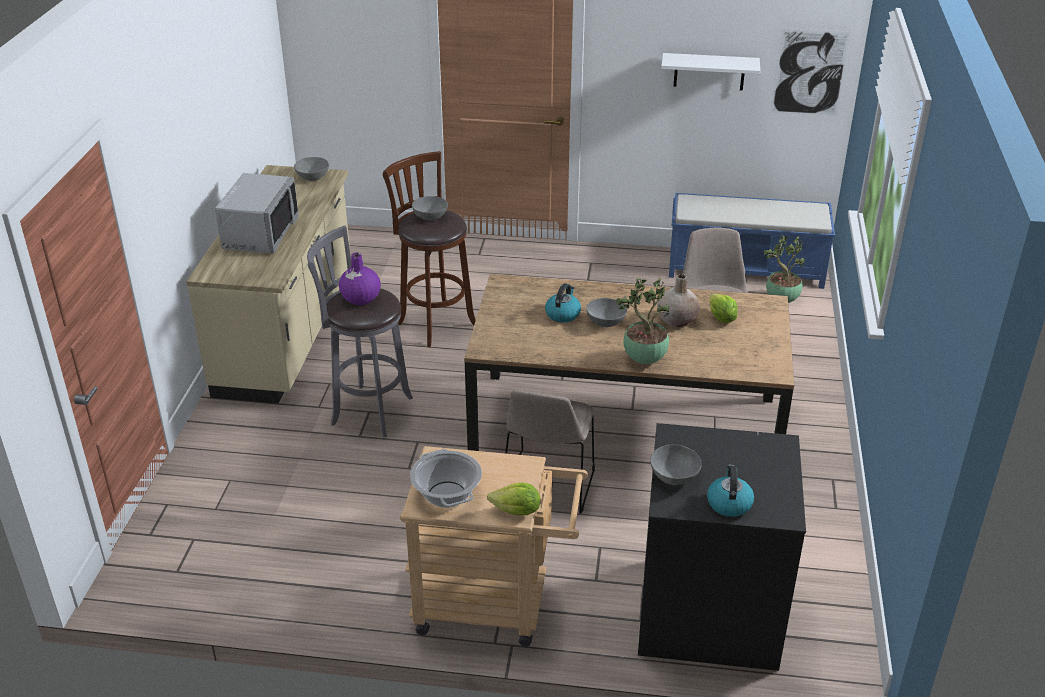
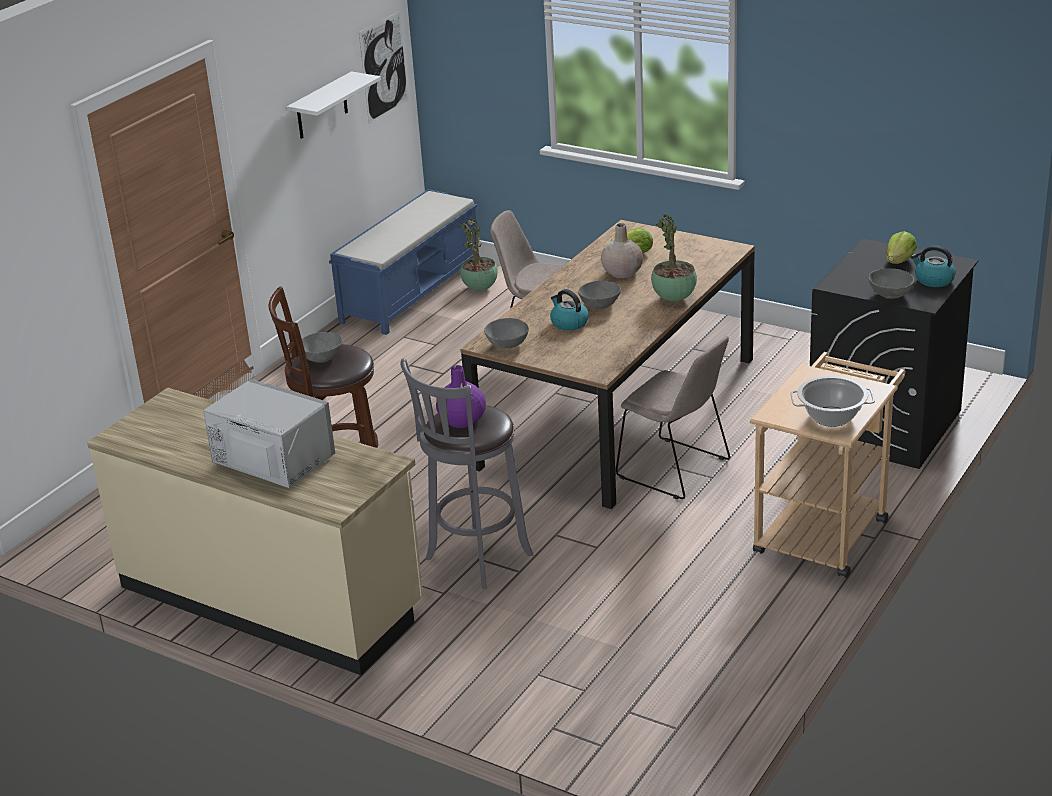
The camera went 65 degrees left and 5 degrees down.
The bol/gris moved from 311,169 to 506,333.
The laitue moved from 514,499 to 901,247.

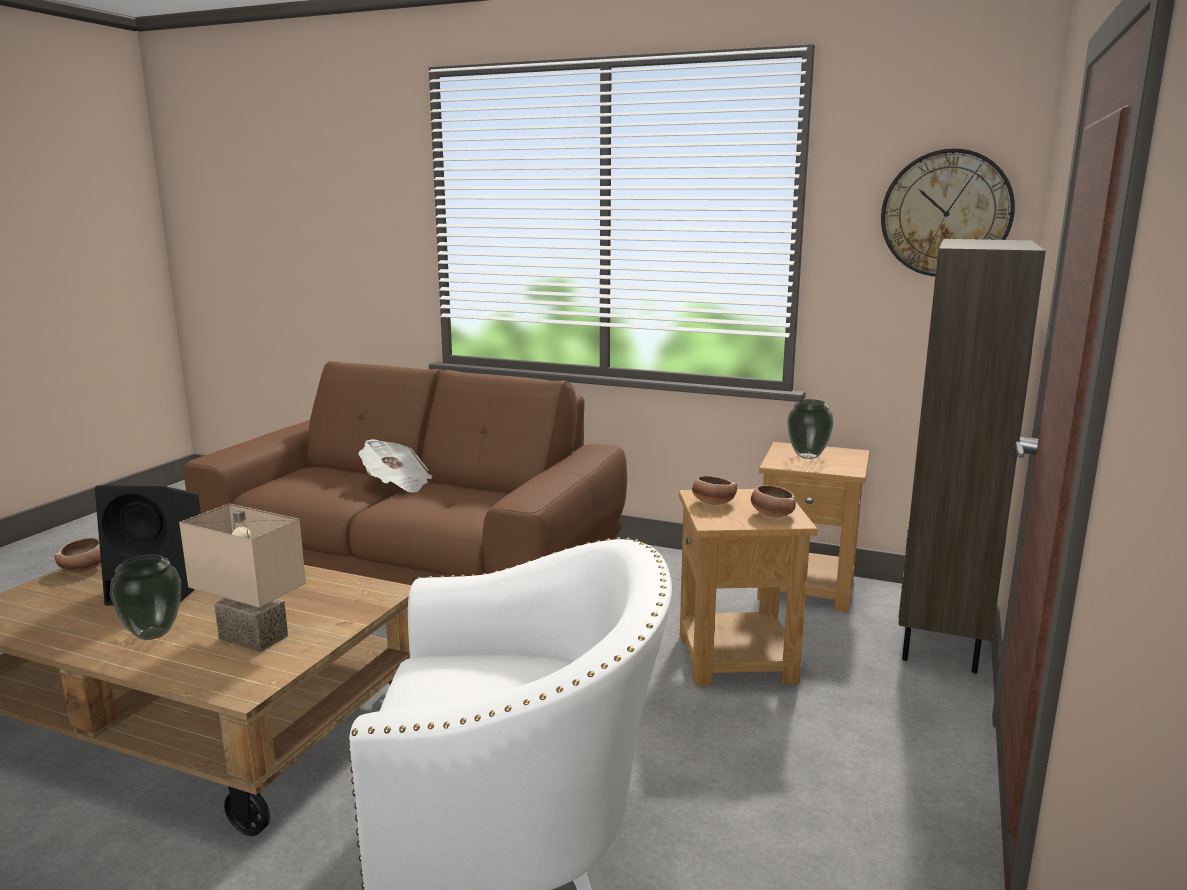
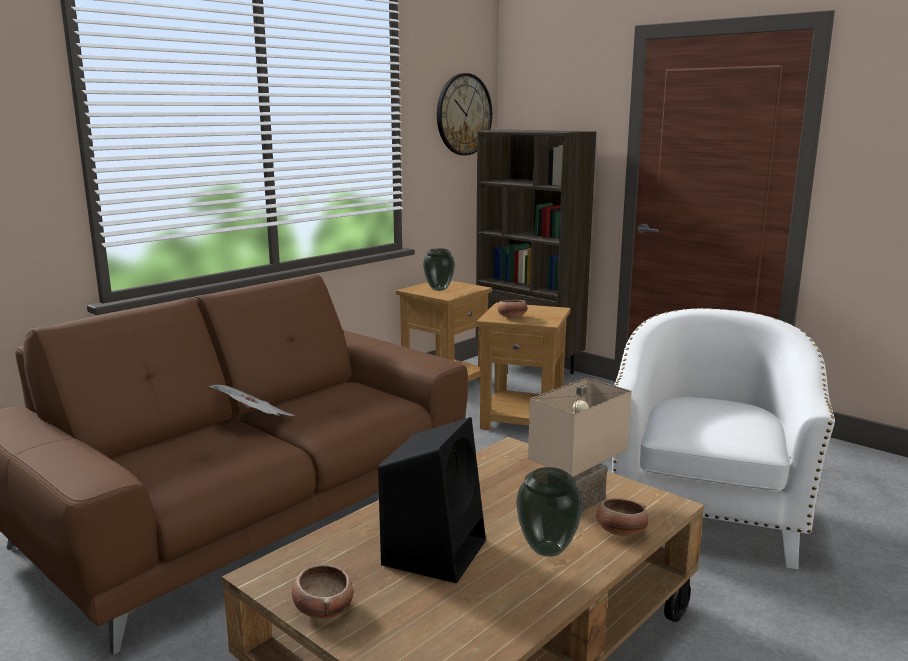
The camera went 70 degrees left and 0 degrees up.
The bol moved from 773,501 to 622,517.

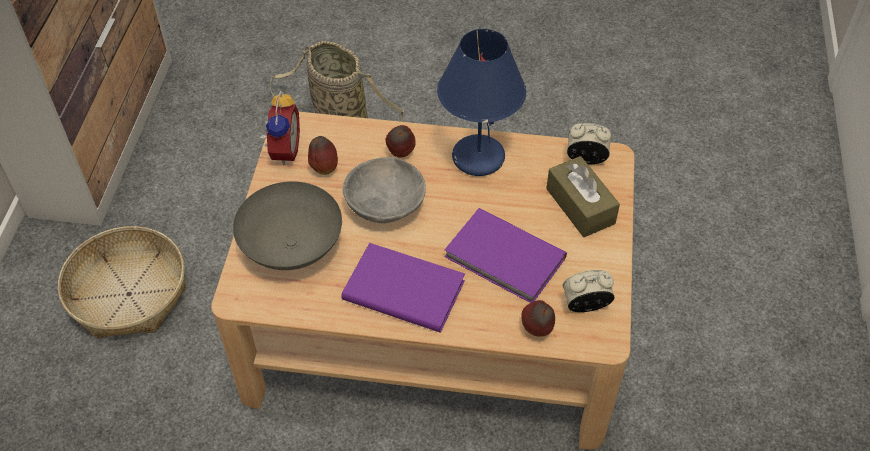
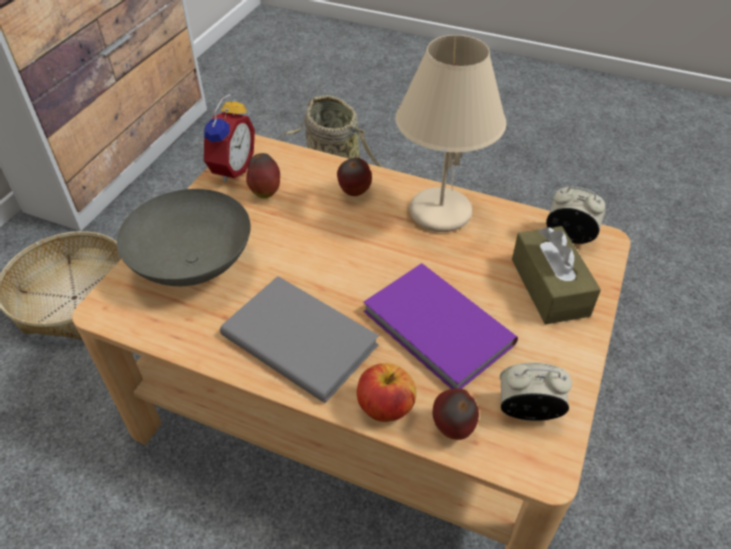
The camera went 15 degrees right and 5 degrees down.
The livre/violet at 403,288 became the livre/gris at 299,339.
The pomme at 386,392 appeared.
The lampe de table/bleu at 481,102 became the lampe de table/beige at 451,133.
The bol/gris at 384,190 disappeared.

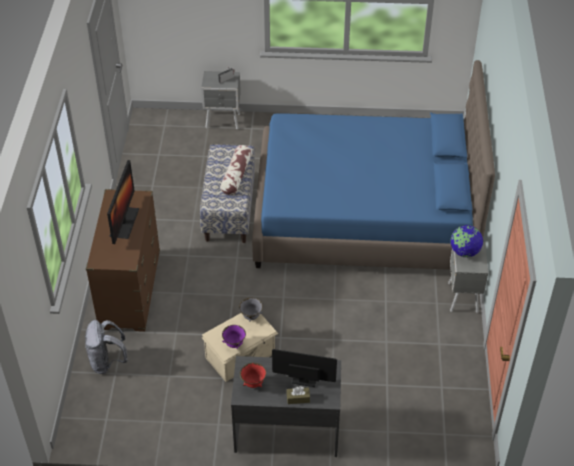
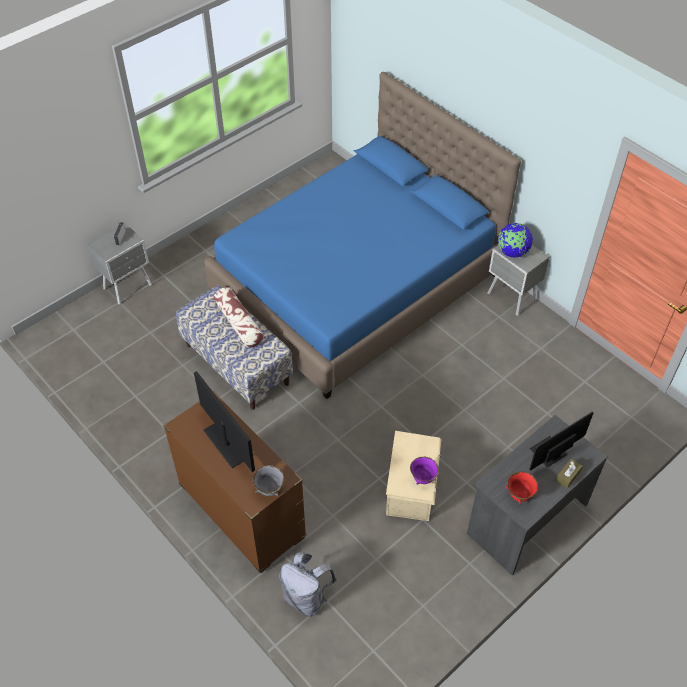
The camera went 45 degrees left and 5 degrees up.
The bol/gris moved from 251,310 to 268,480.

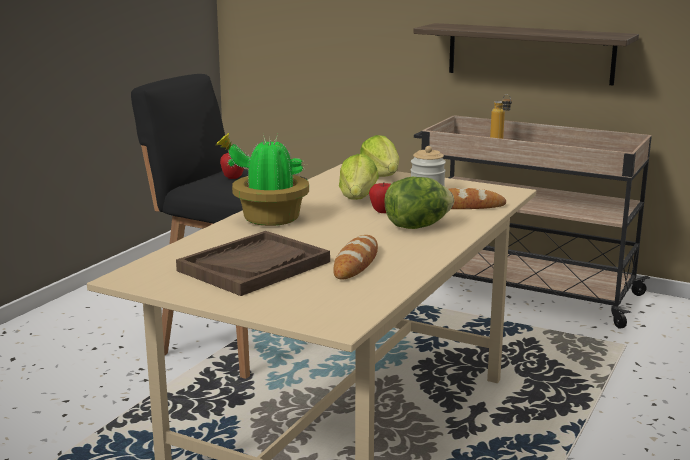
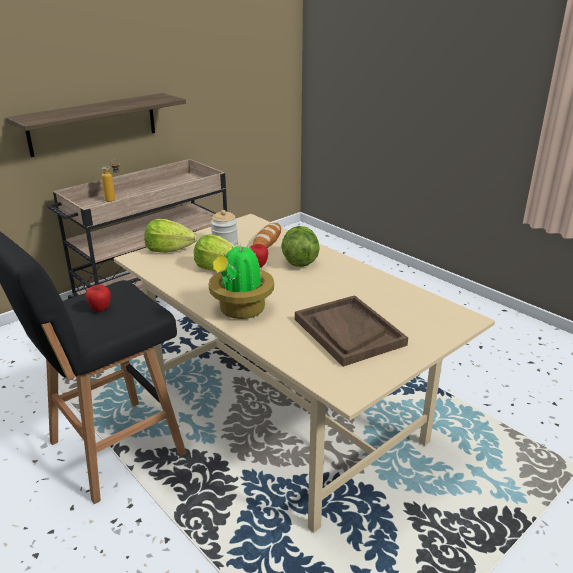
The camera went 70 degrees left and 10 degrees up.
The pain at 355,257 disappeared.

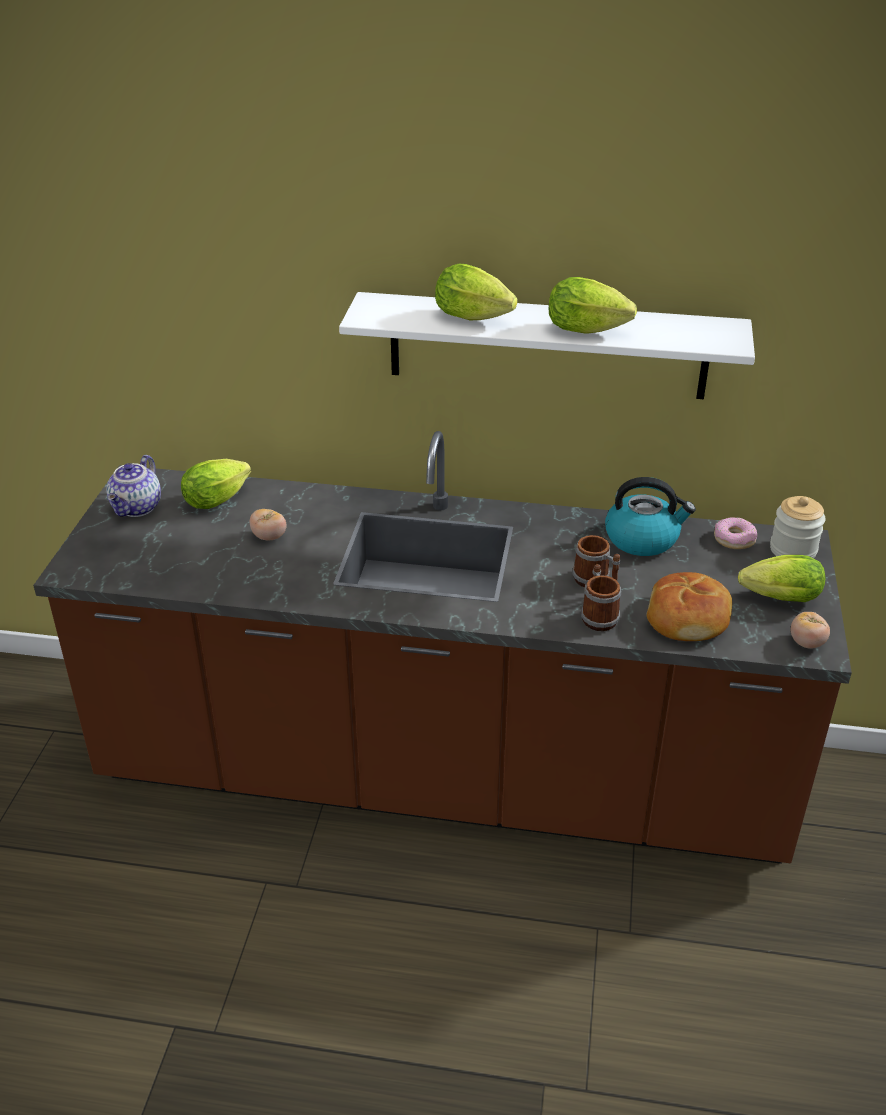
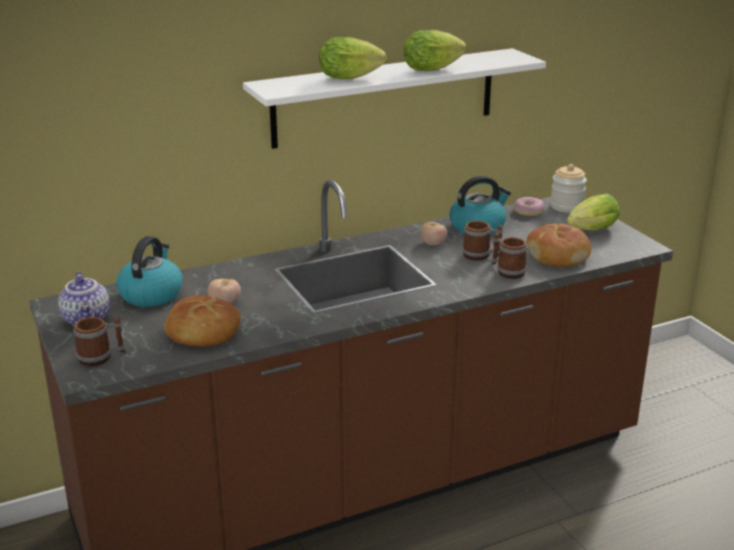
The camera went 35 degrees left and 10 degrees down.
The mug at 99,341 appeared.
The laitue at 216,484 was replaced by the bouilloire at 149,271.
The pain at 202,321 appeared.
The tomate moved from 810,630 to 433,233.

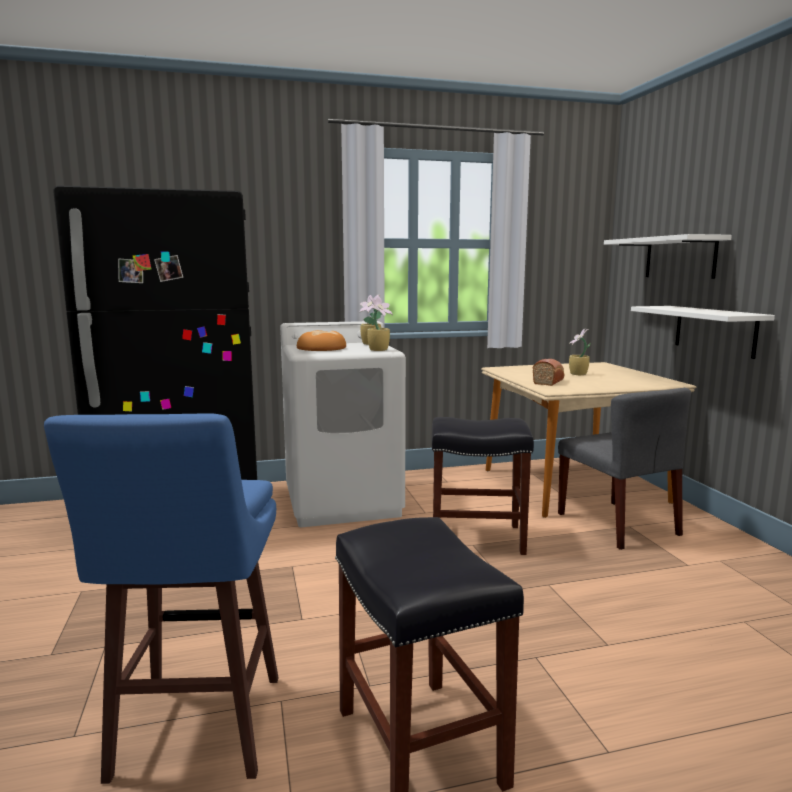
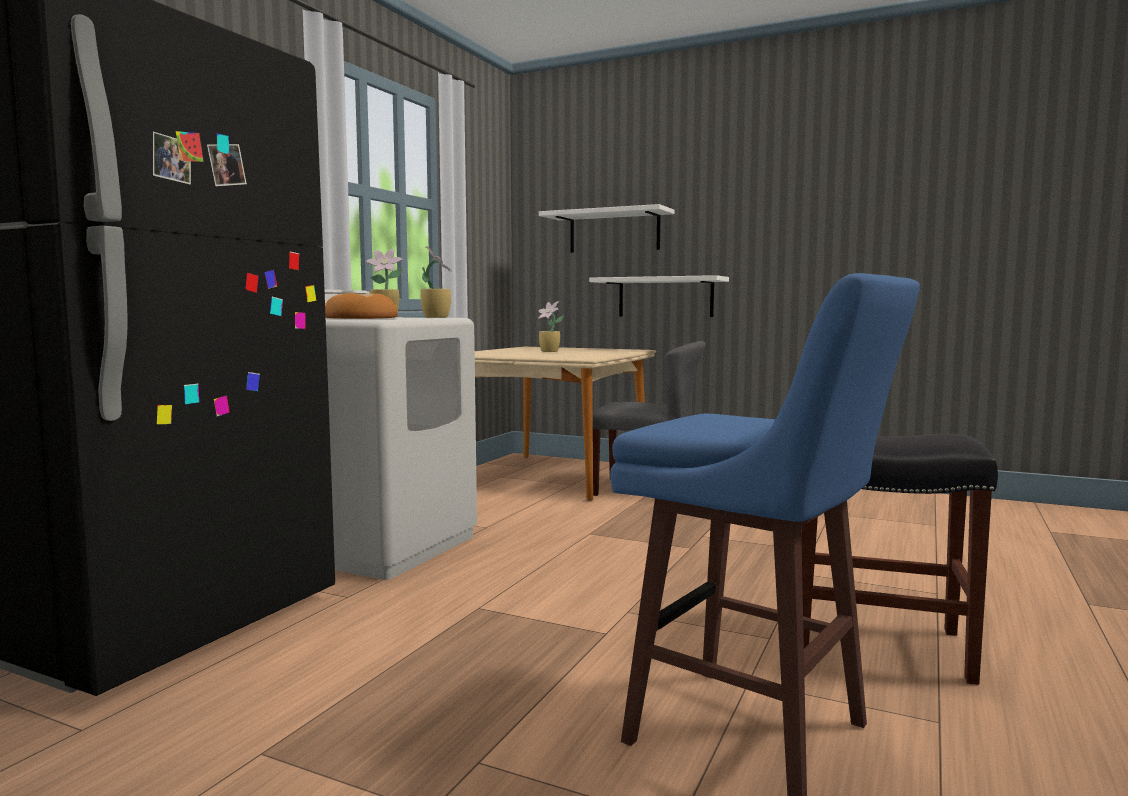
The camera went 50 degrees left and 5 degrees down.
The tabouret/noir at 483,486 disappeared.
The pain at 548,372 disappeared.

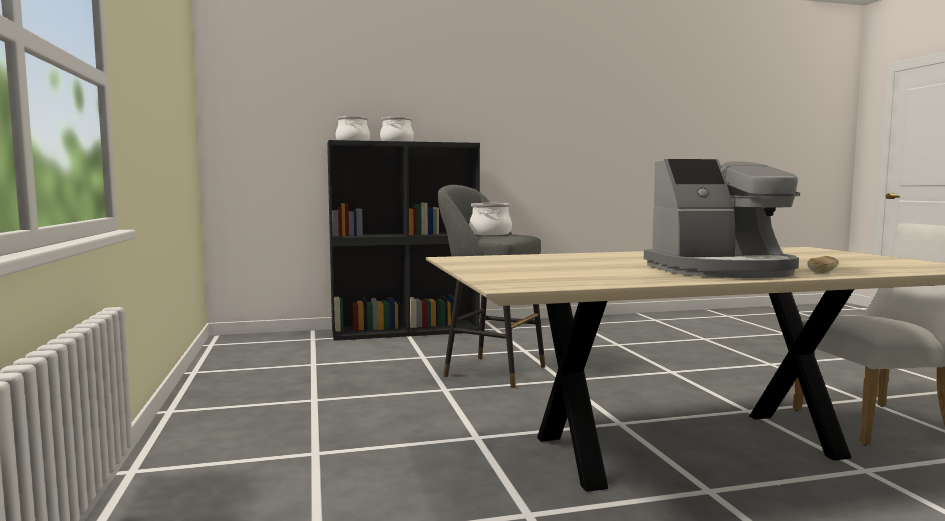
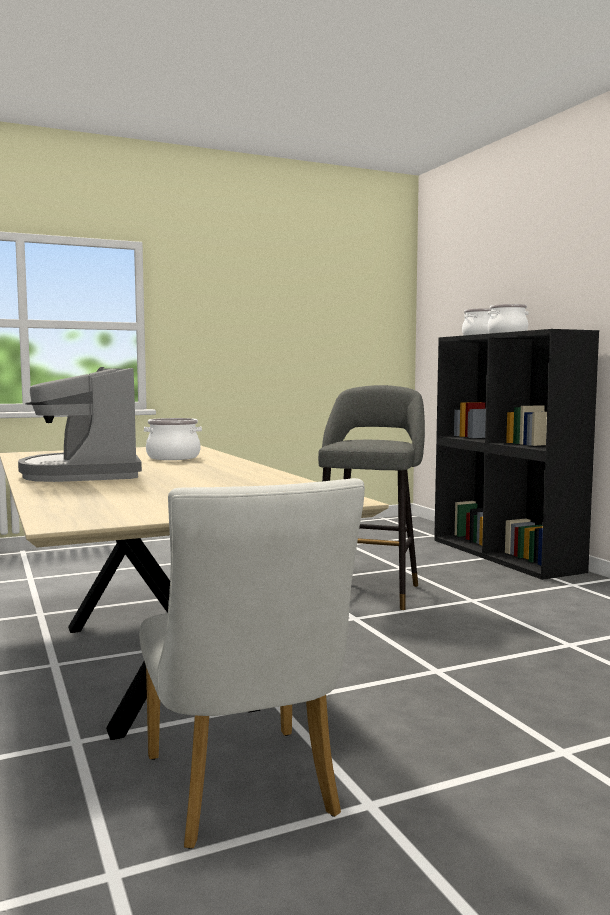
The camera went 80 degrees right and 0 degrees up.
The marmite moved from 490,219 to 173,439.
The pain at 823,264 disappeared.

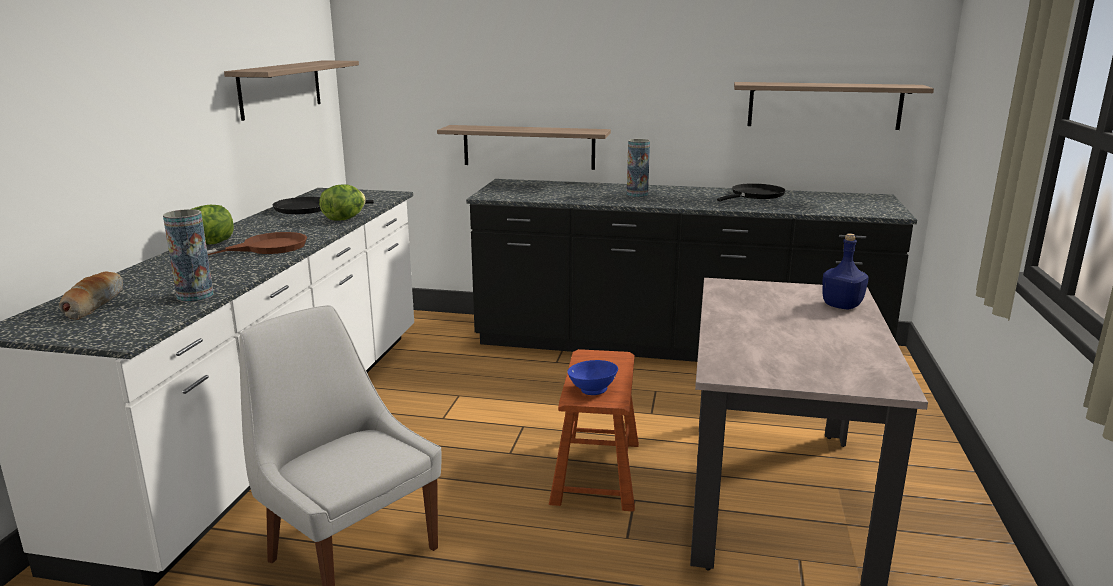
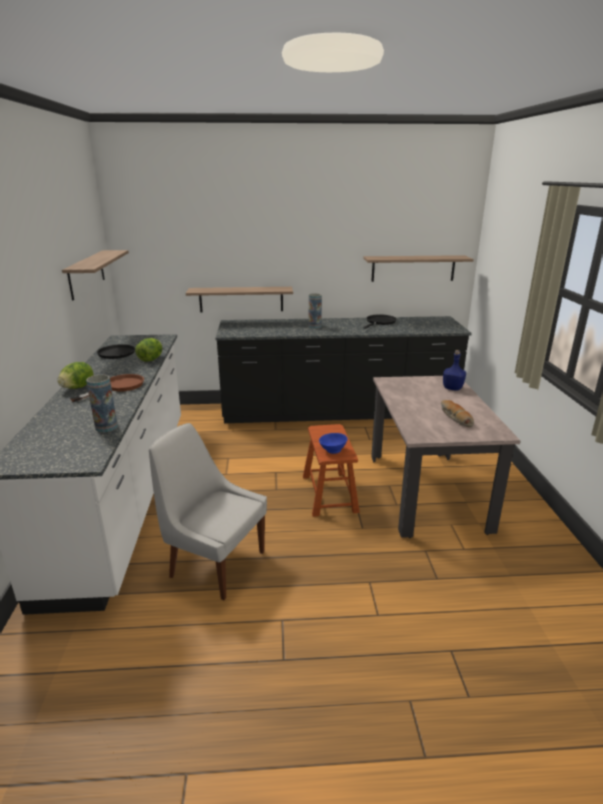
The camera went 15 degrees left and 5 degrees up.
The pain moved from 91,295 to 457,413.

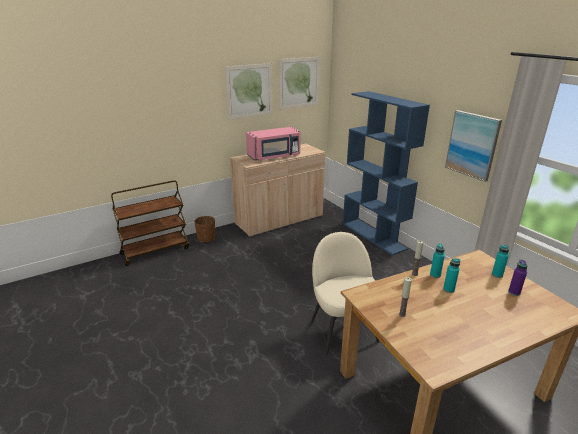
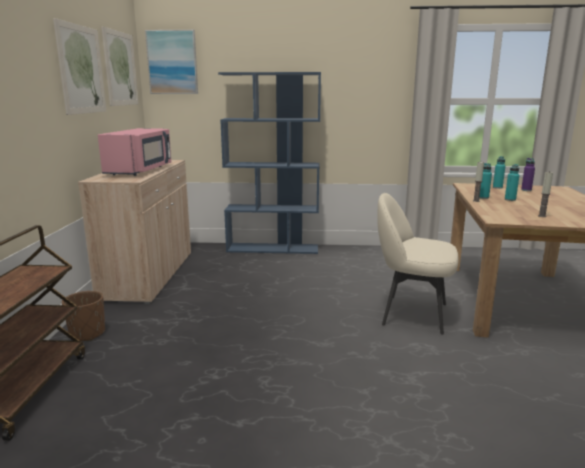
The camera went 55 degrees left and 10 degrees down.
The tableau moved from 473,146 to 171,62.

